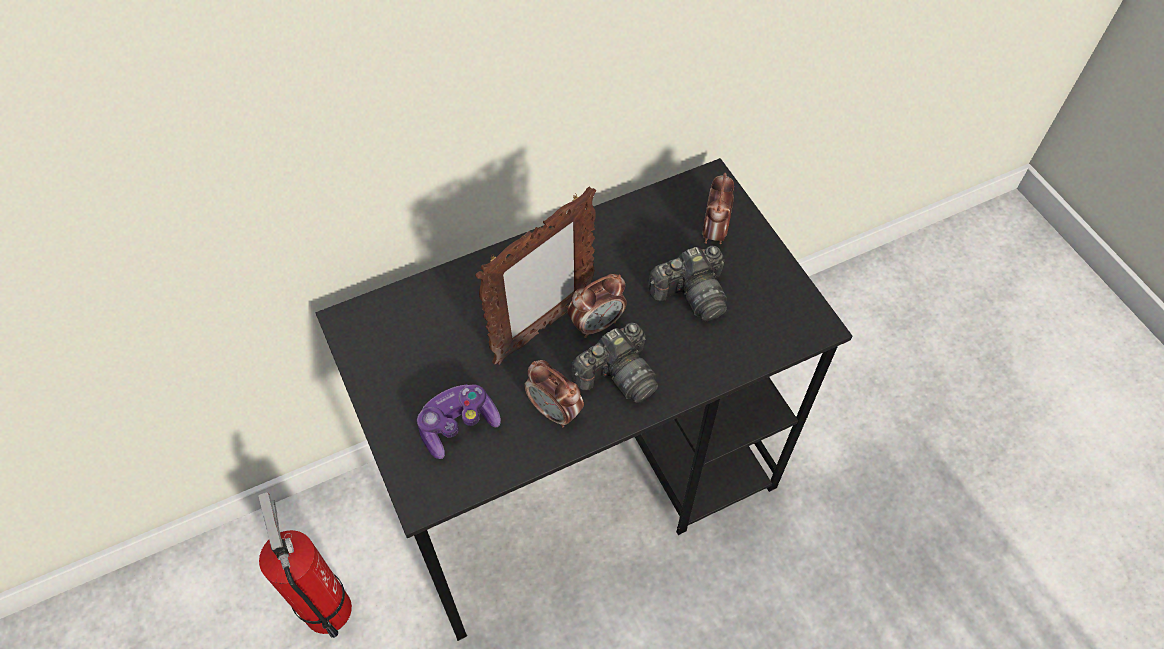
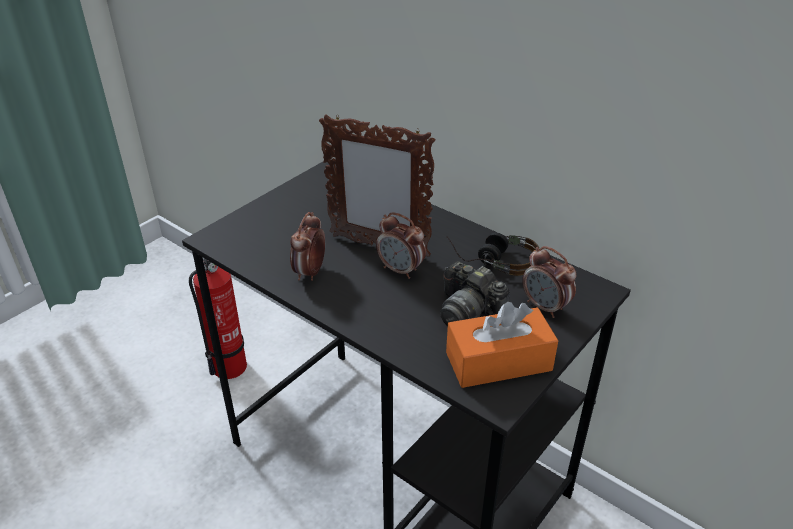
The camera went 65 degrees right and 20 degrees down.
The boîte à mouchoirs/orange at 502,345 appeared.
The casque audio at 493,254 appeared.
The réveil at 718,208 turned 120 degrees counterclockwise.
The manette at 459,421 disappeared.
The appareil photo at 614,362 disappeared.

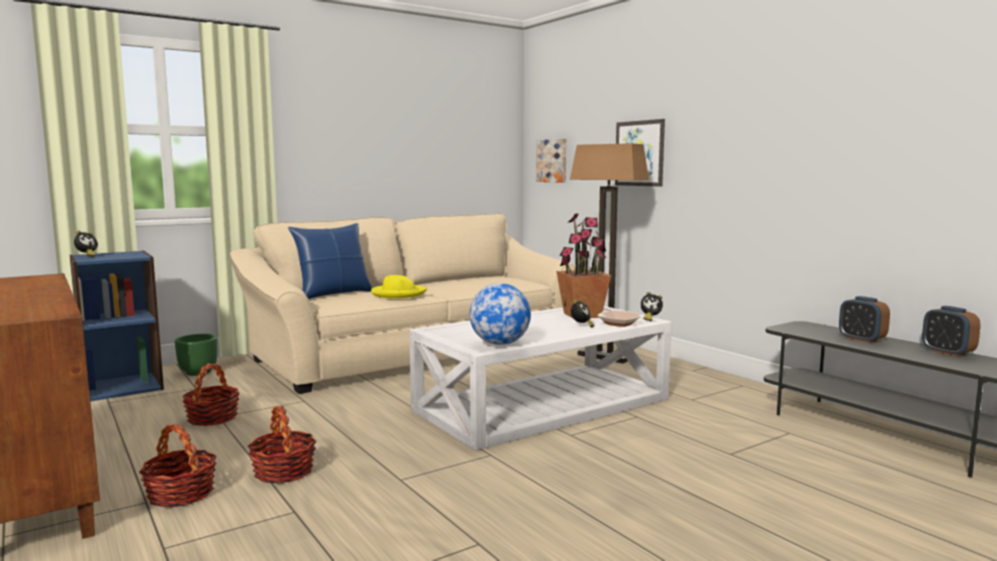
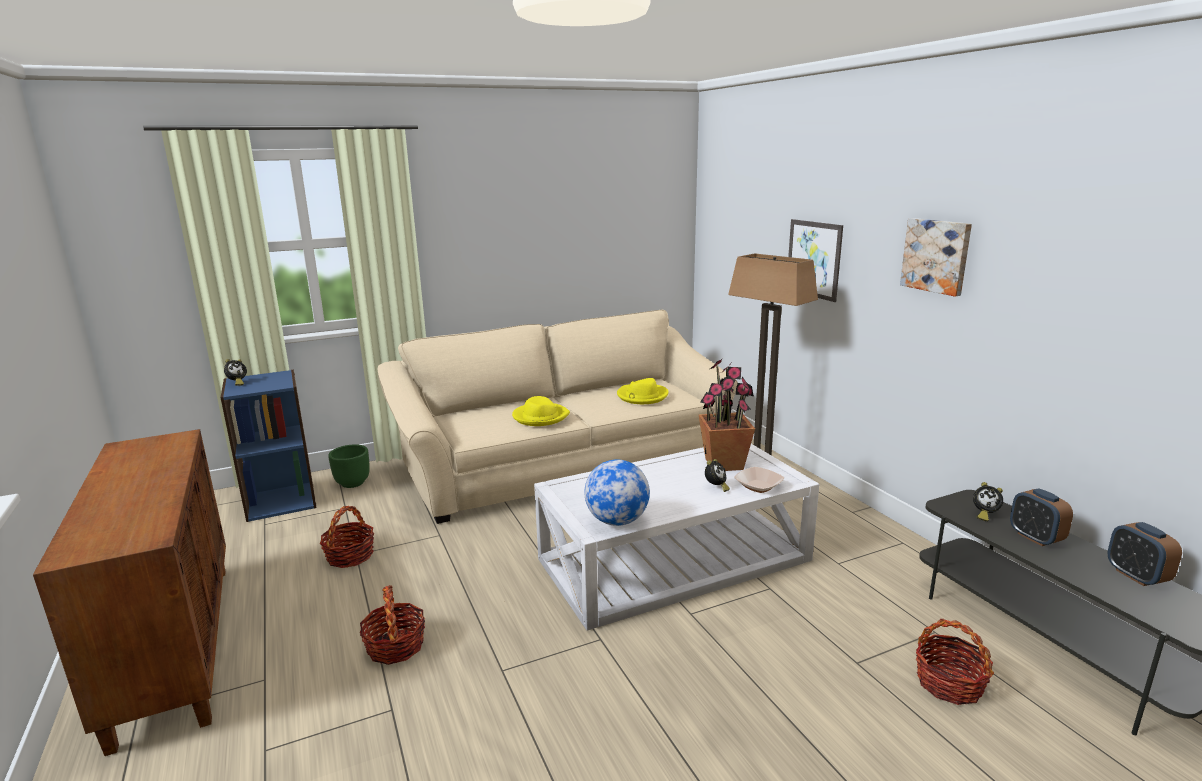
The camera went 10 degrees right and 10 degrees up.
The chapeau/jaune at 642,391 appeared.
The tableau moved from 551,161 to 936,257.
The panier moved from 177,466 to 955,662.
The réveil moved from 652,306 to 988,501.
The coussin/bleu at 330,261 disappeared.

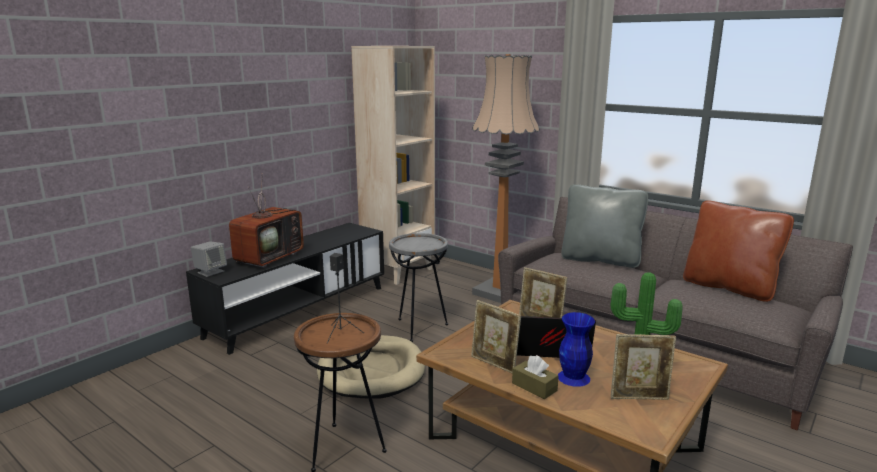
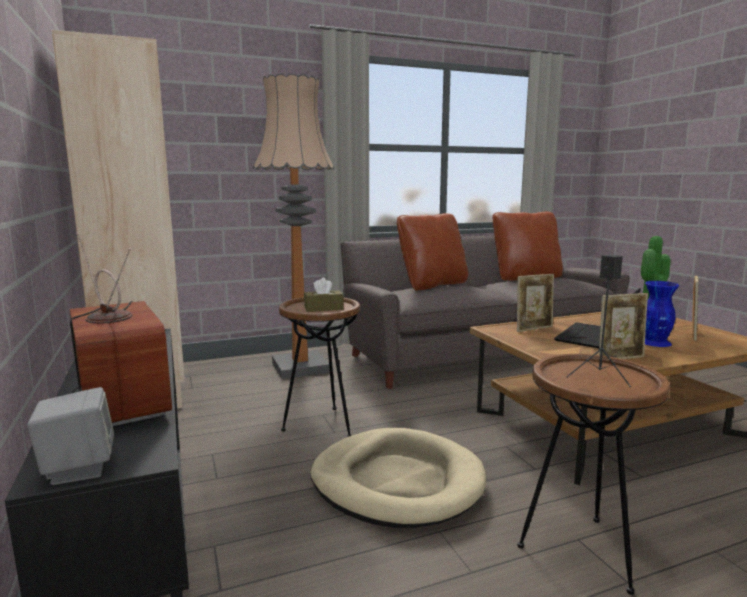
The camera went 60 degrees left and 5 degrees down.
The table d'appoint/gris at 418,287 became the table d'appoint/marron at 319,367.
The boîte à mouchoirs/marron moved from 535,377 to 324,295.
The coussin/gris at 604,226 became the coussin/marron at 432,252.

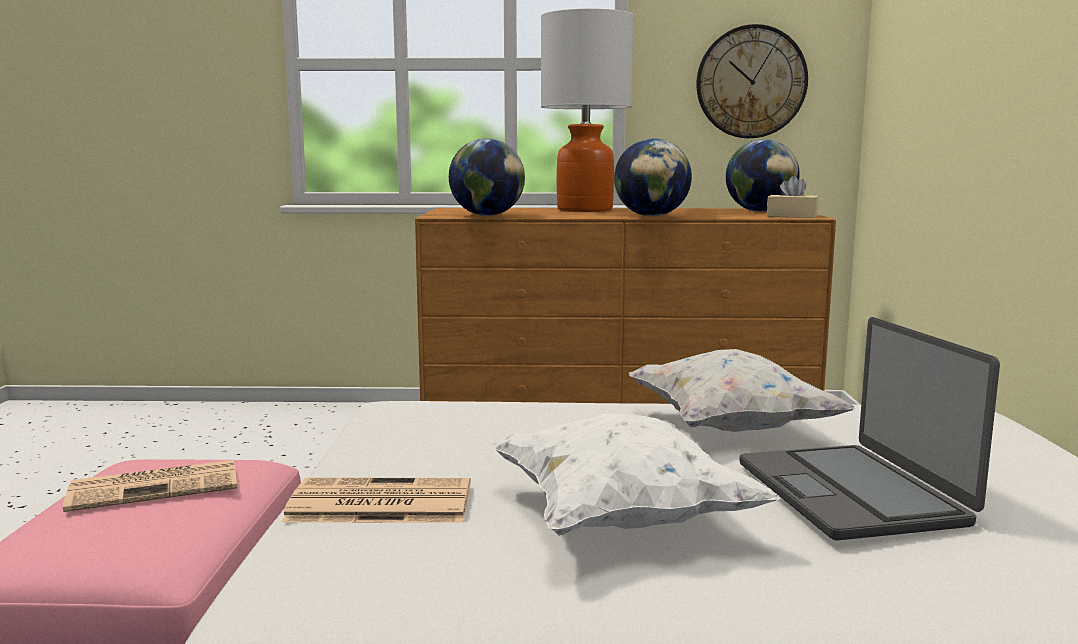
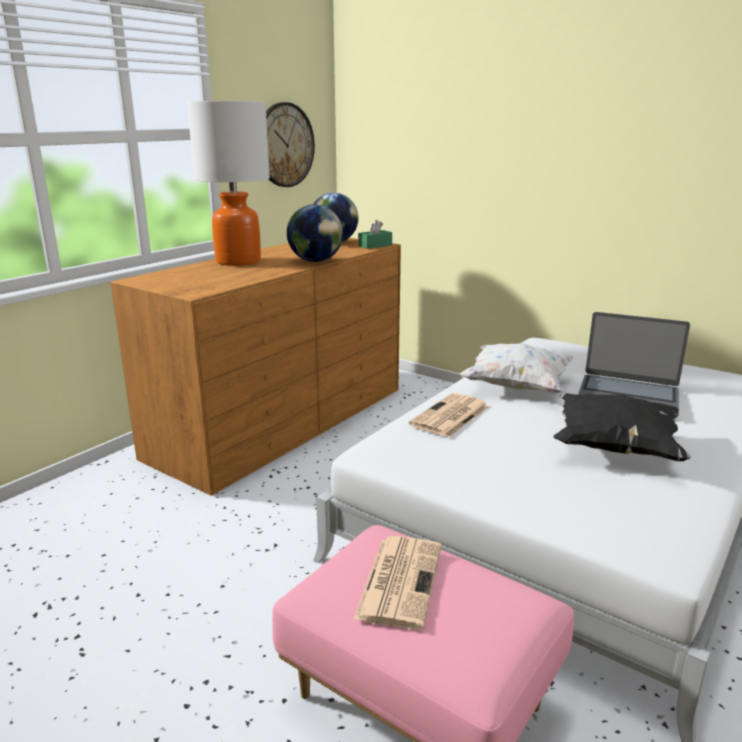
The camera went 55 degrees left and 10 degrees up.
The boîte à mouchoirs/beige at 792,197 became the boîte à mouchoirs/vert at 375,234.
The journal moved from 376,500 to 449,415.
The coussin/blanc at 636,475 became the coussin/noir at 622,427.
The globe at 487,177 disappeared.

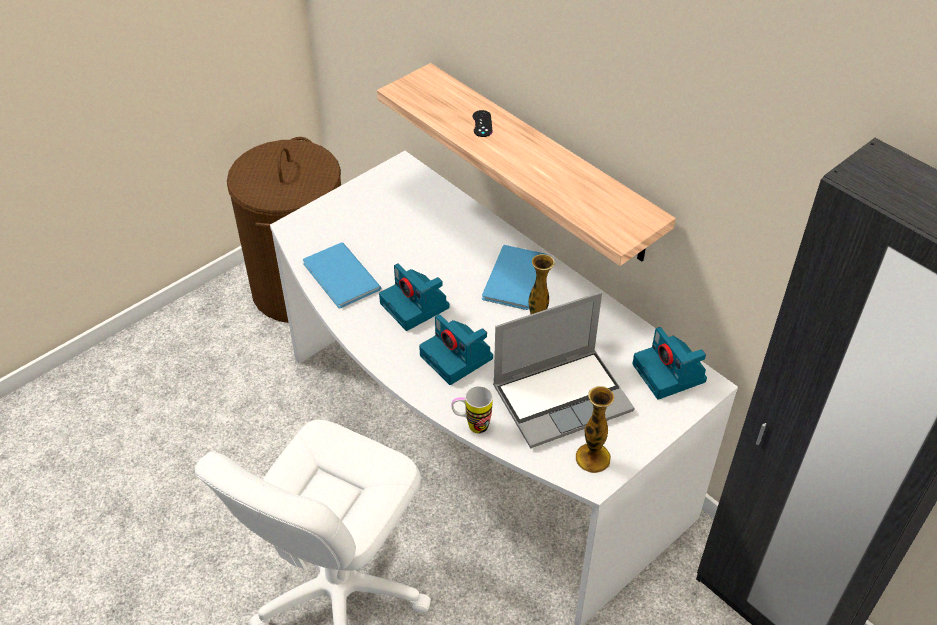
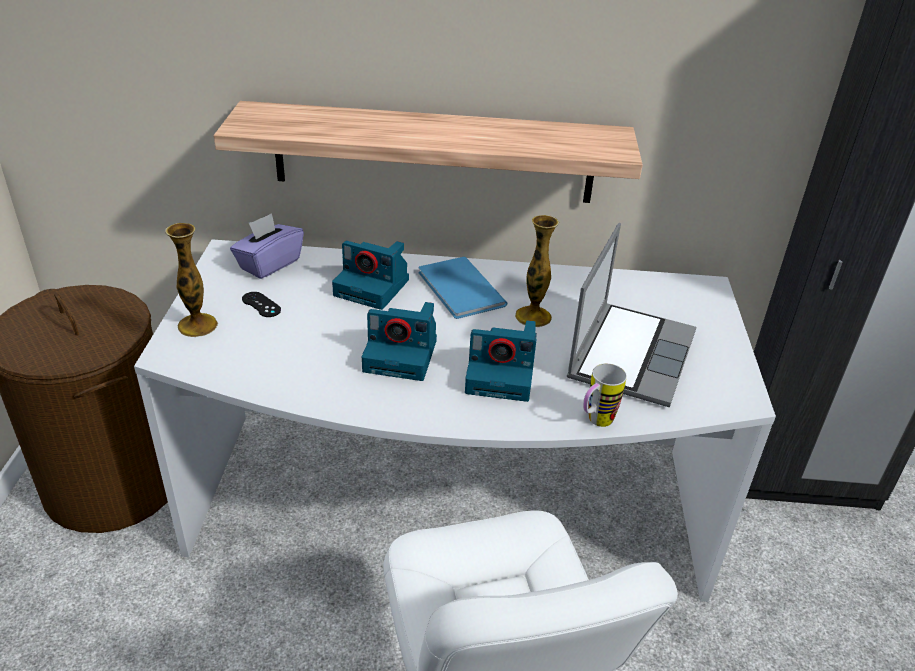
The camera went 45 degrees left and 10 degrees down.
The vase moved from 595,429 to 191,280.
The boîte à mouchoirs/violet at 267,246 appeared.
The manette/noir moved from 483,123 to 261,304.
The appareil photo moved from 669,363 to 370,275.
The livre/bleu at 342,275 disappeared.

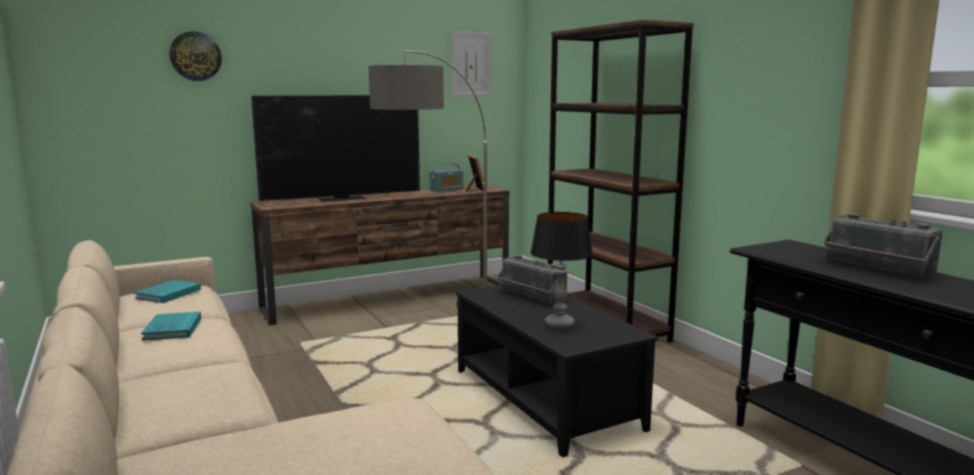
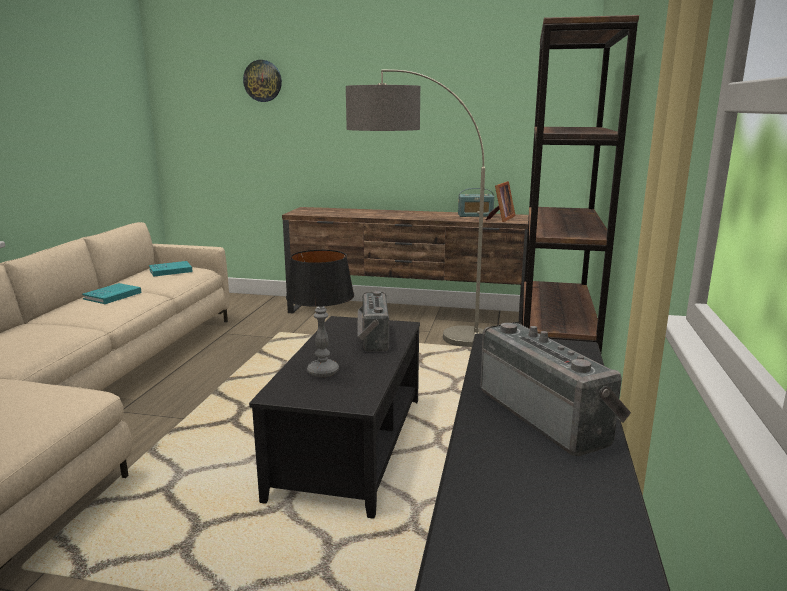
The camera went 40 degrees right and 5 degrees up.
The radio at 883,246 turned 150 degrees clockwise.
The téléviseur at 335,148 disappeared.
The tableau at 471,64 disappeared.

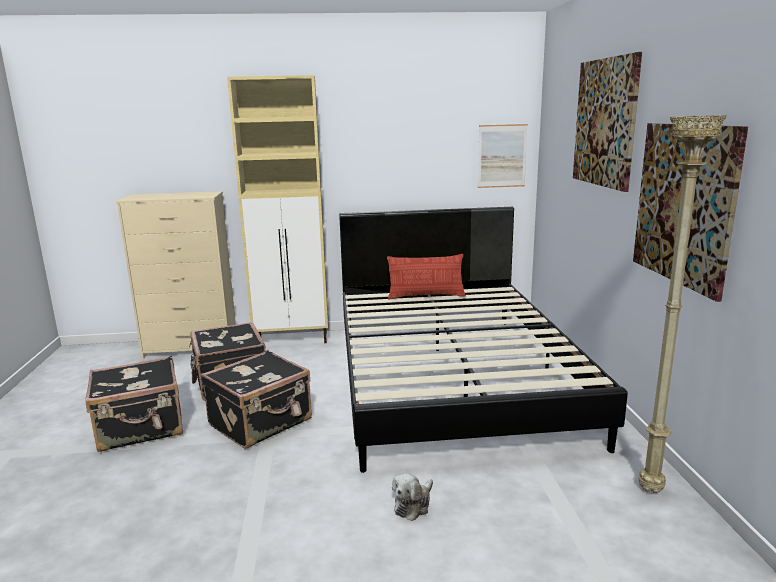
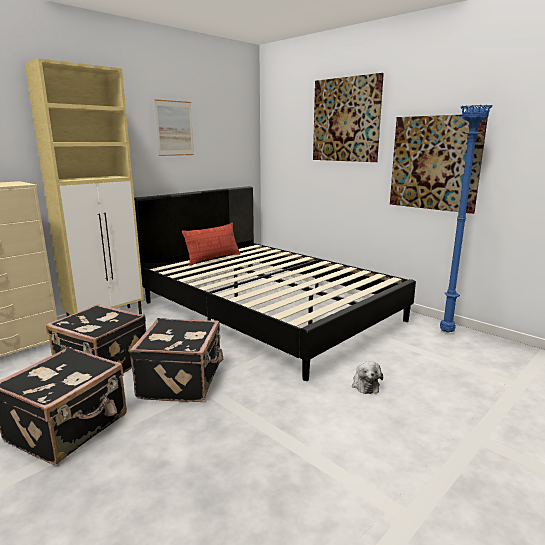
The camera went 40 degrees left and 0 degrees up.
The tableau moved from 503,156 to 174,127.
The lampadaire/beige at 682,304 became the lampadaire/bleu at 466,218.

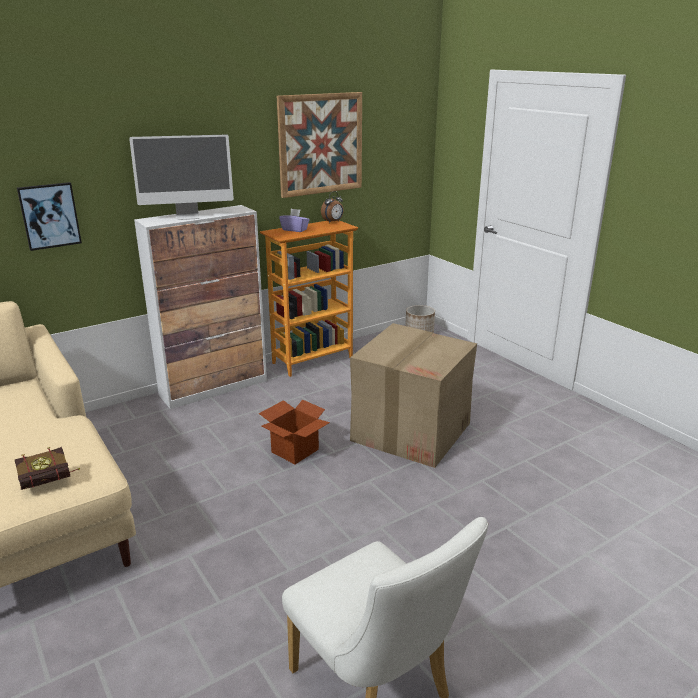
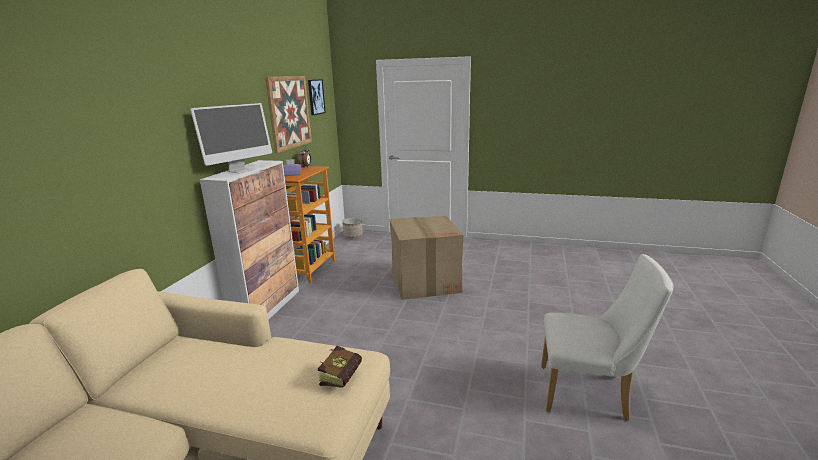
The camera went 40 degrees left and 5 degrees down.
The tableau moved from 49,216 to 317,97.
The carton at 294,431 disappeared.

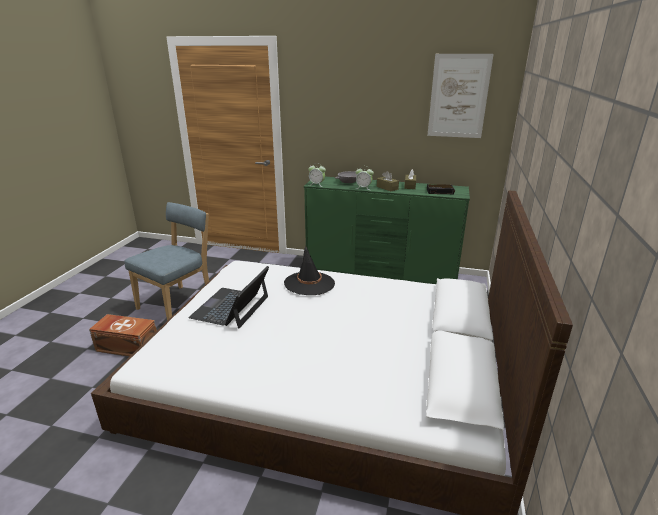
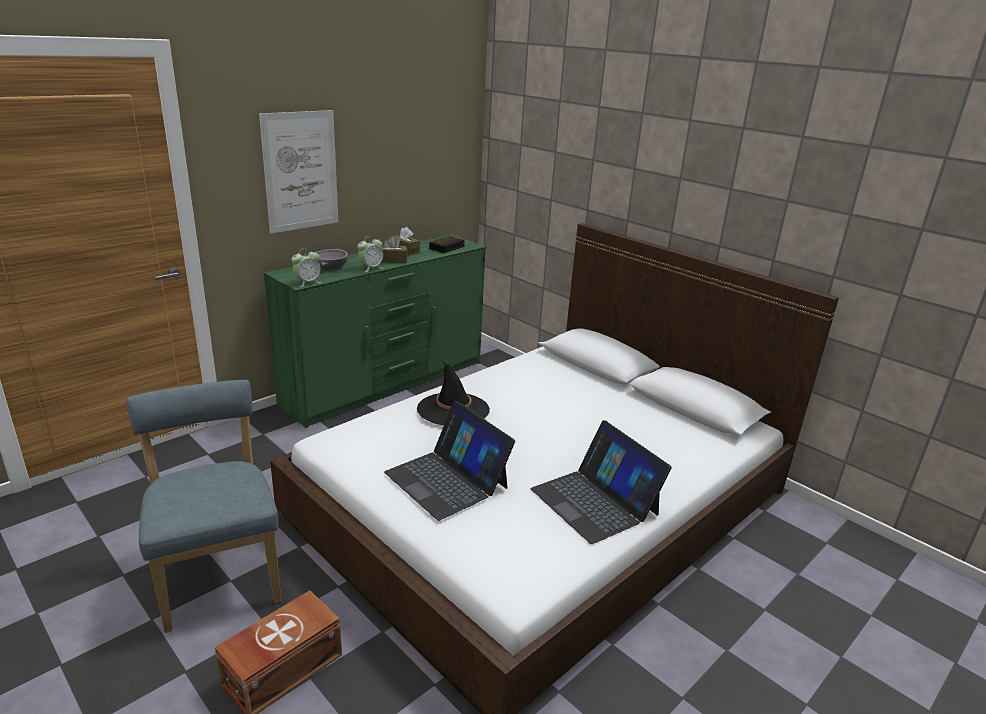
The camera went 60 degrees left and 0 degrees up.
The tableau moved from 460,96 to 298,171.
The ordinateur portable at 601,482 appeared.

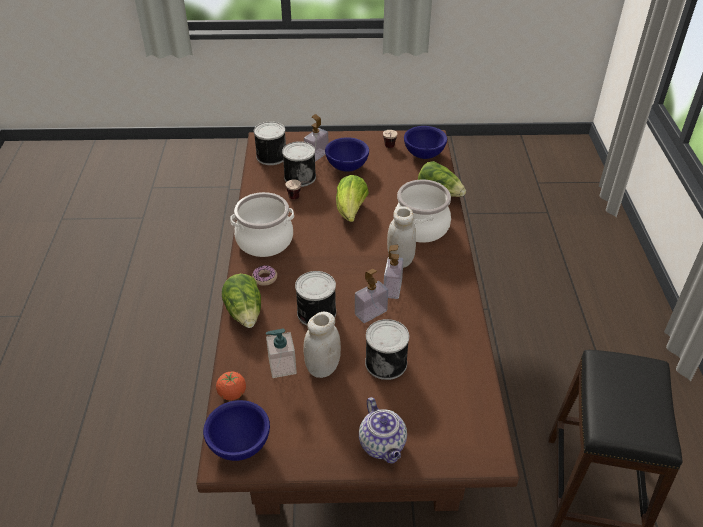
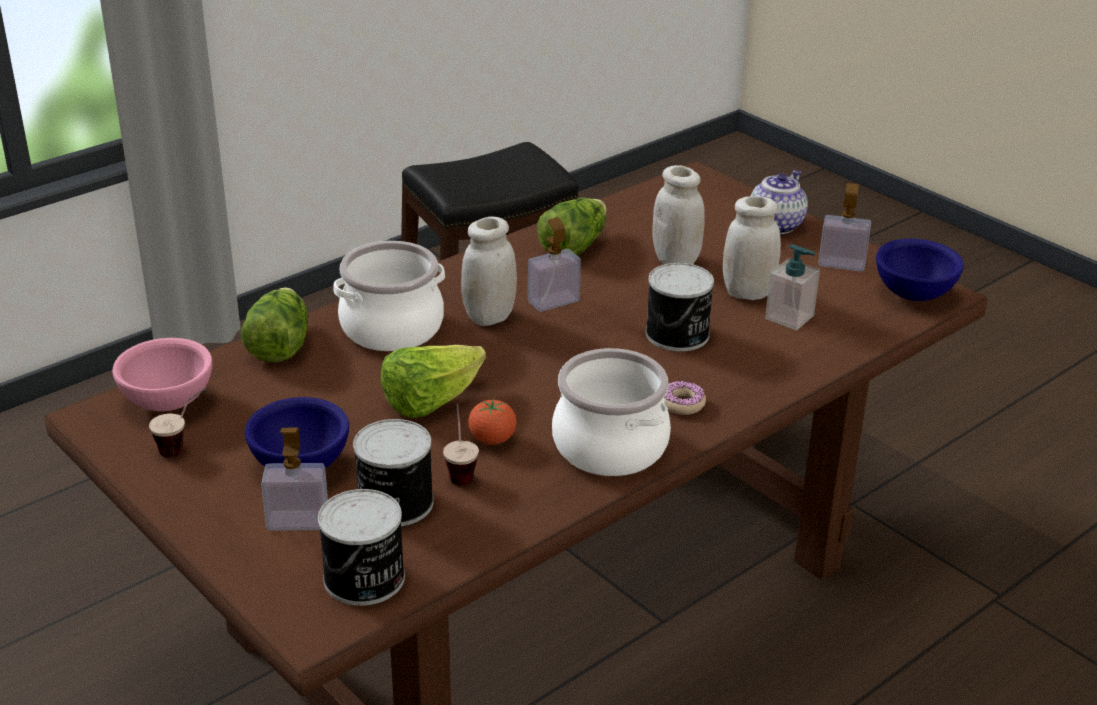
The camera went 130 degrees left and 10 degrees down.
The bol/bleu at 425,142 became the bol/rose at 162,374.
The tomate moved from 231,386 to 492,422.
The laitue moved from 241,301 to 572,226.
The boîte métallique at 387,349 was replaced by the bocal/blanc at 678,214.
The distributeur de savon moved from 371,296 to 845,227.

